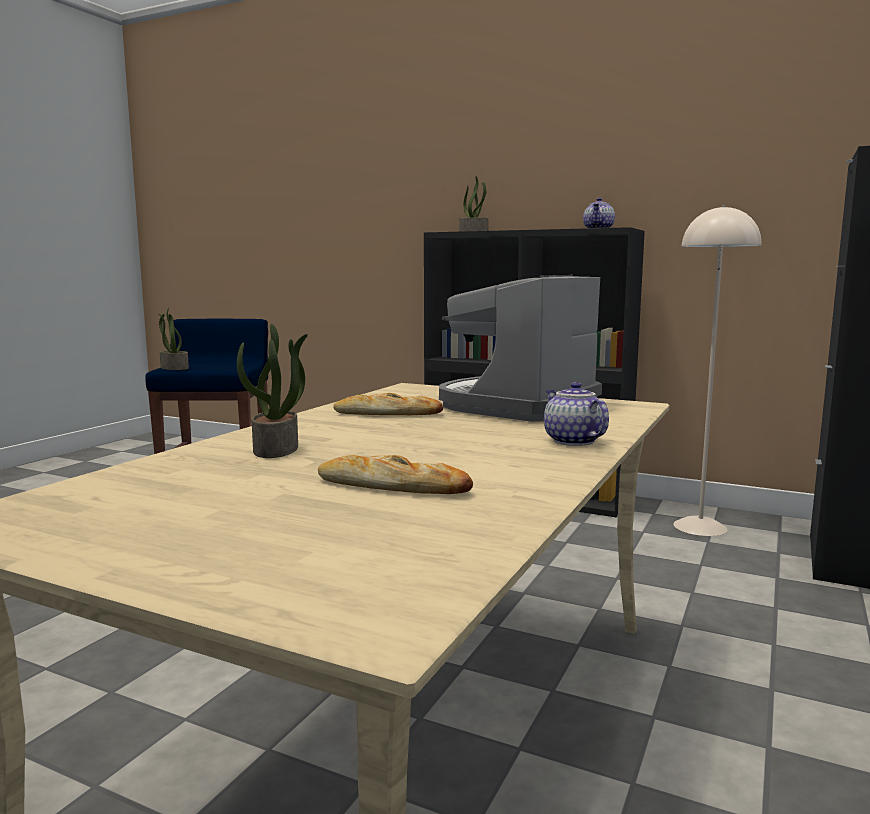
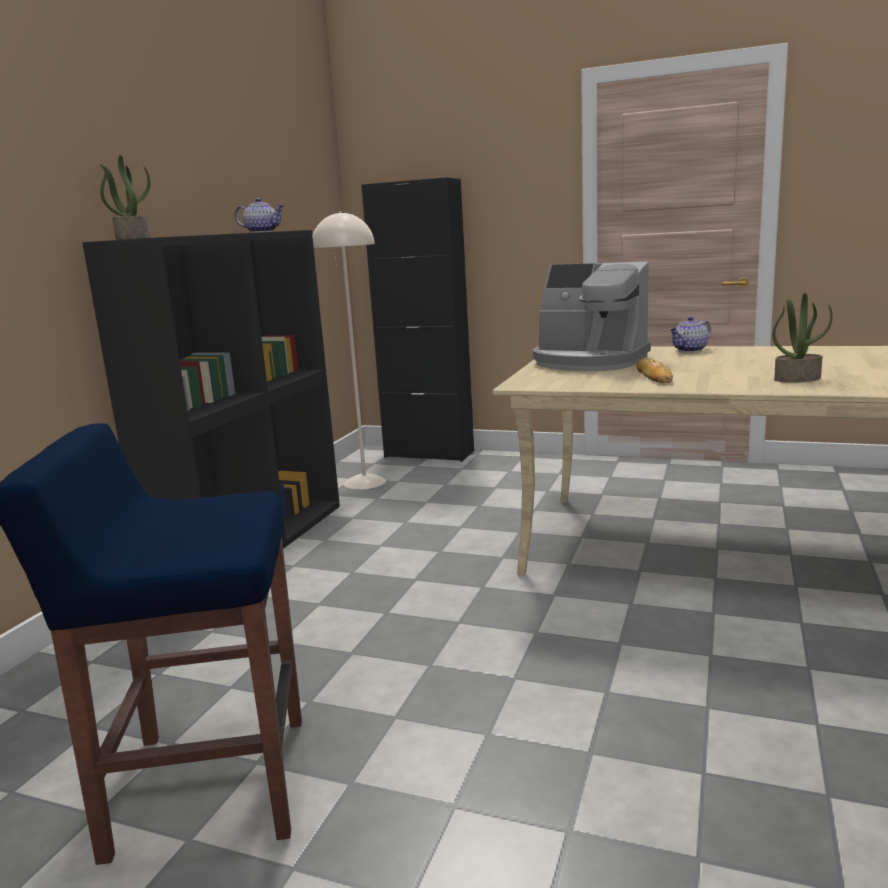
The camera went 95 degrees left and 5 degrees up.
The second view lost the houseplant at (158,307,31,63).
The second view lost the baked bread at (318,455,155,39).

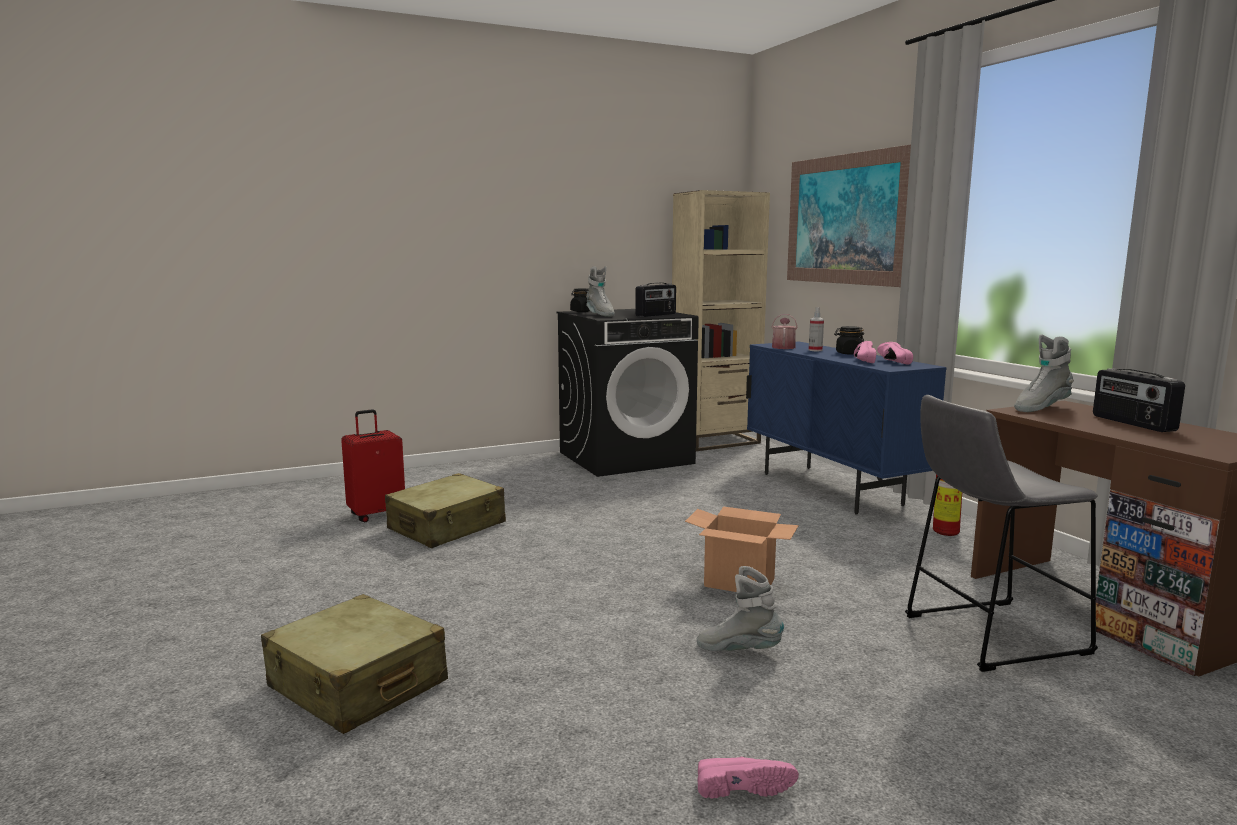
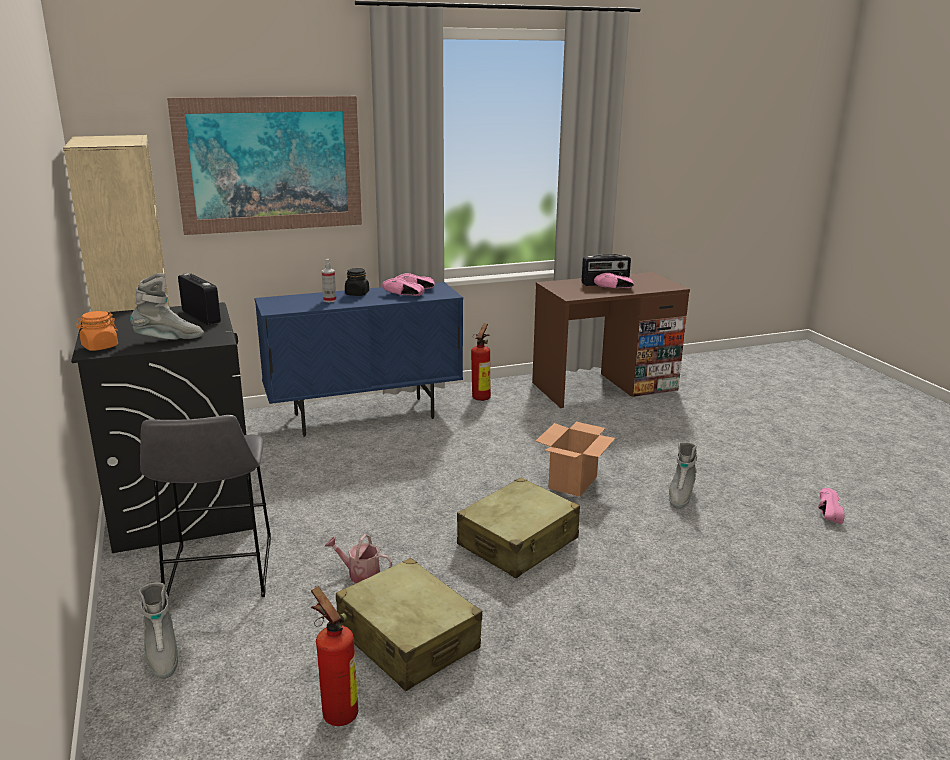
The camera went 85 degrees left and 10 degrees up.
What was the storage jar in black-coloured at (570,288,20,24) turned into the storage jar in orange-coloured at (75,311,43,40).
The watering pot ended up elsewhere, having gone from (772,314,26,35) to (325,534,67,49).
The tall boot in greyish ended up elsewhere, having gone from (1014,335,60,77) to (139,583,39,96).
The stool seat in greyish ended up elsewhere, having gone from (905,395,193,277) to (140,415,131,189).
Where the suitcase in red-coloured stood at (341,409,64,113), the extinguisher came to stand at (311,587,47,139).
The suitcase in beige ended up elsewhere, having gone from (261,594,187,140) to (457,477,123,101).
The second view gained the item of footwear in pink-coloured at (594,273,40,15).

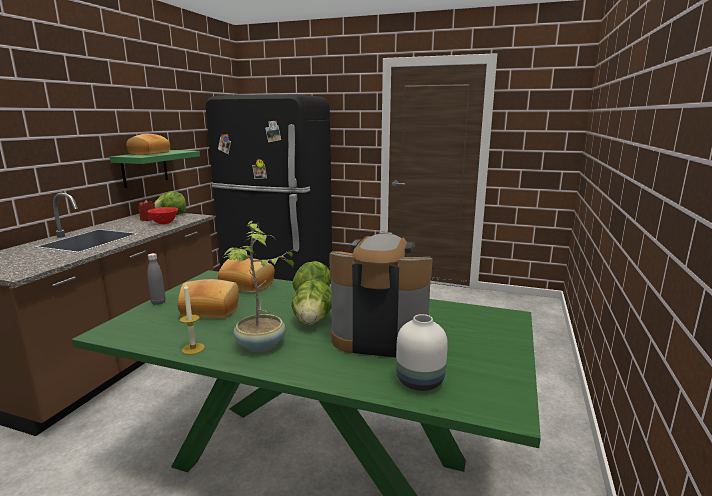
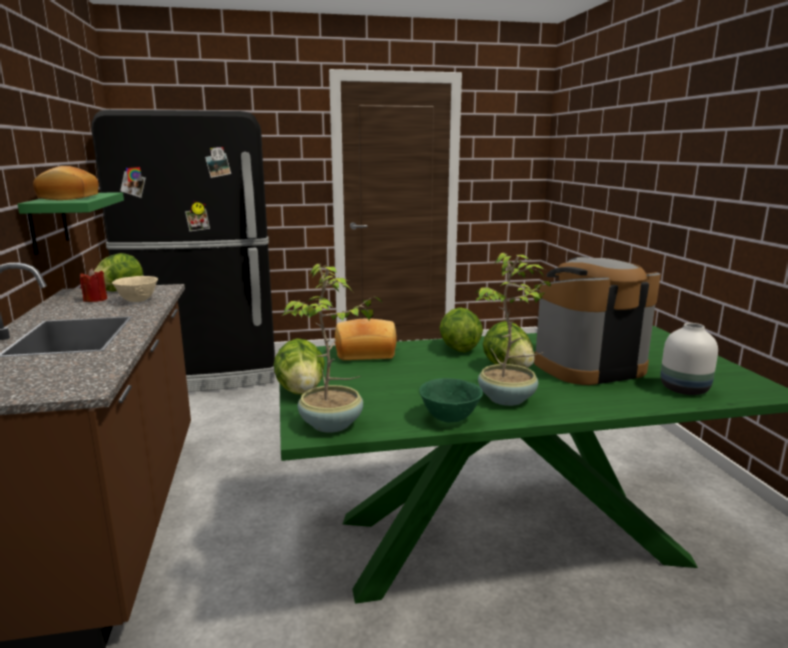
The camera went 30 degrees left and 0 degrees up.
What was the deep dish in red-coloured at (147,207,31,17) turned into the deep dish in beige at (112,276,46,26).
Where the bottle in greyish stood at (147,253,19,52), the lettuce head came to stand at (273,338,52,57).
The second view lost the baked bread at (178,279,61,39).
Where the candle stood at (180,282,25,73), the deep dish in green came to stand at (419,378,64,44).
The second view gained the houseplant at (283,264,99,169).

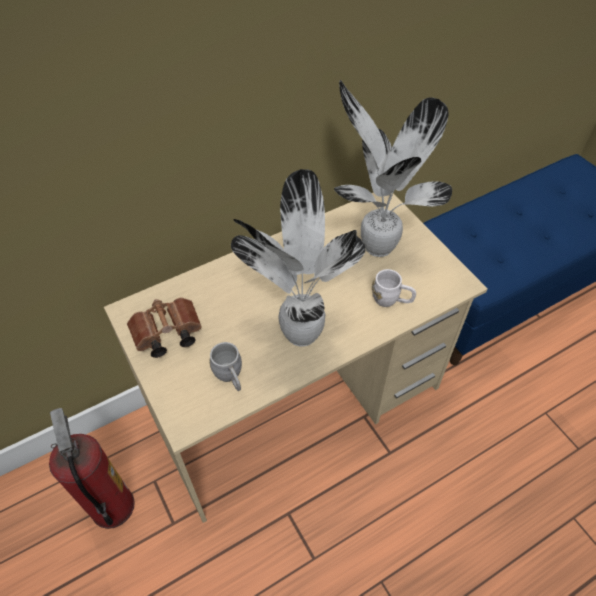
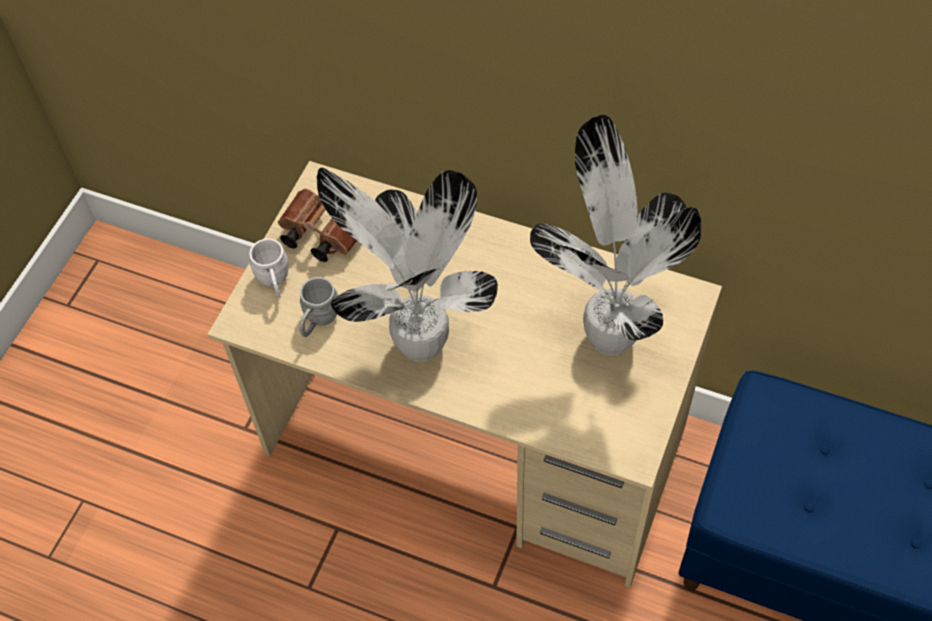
The camera went 55 degrees right and 5 degrees up.
The mug in white-coloured ended up elsewhere, having gone from (372,269,44,38) to (249,239,40,59).
The second view lost the extinguisher at (49,408,86,121).

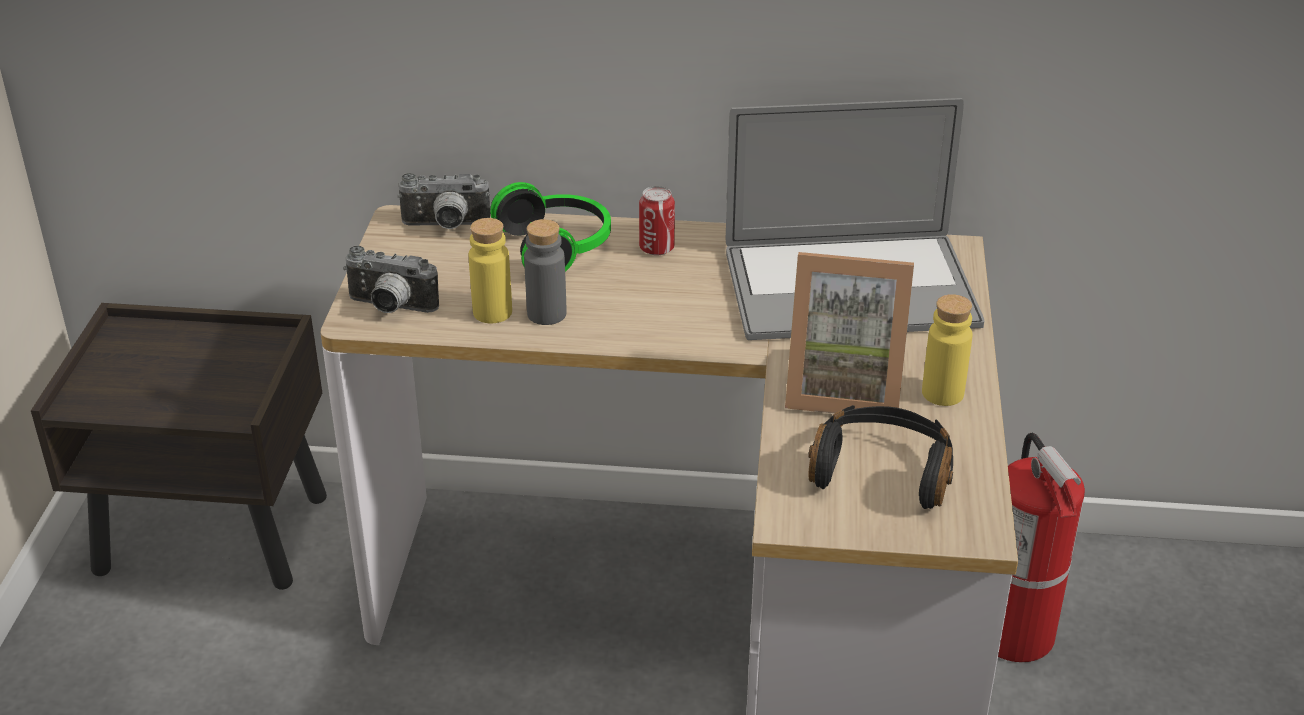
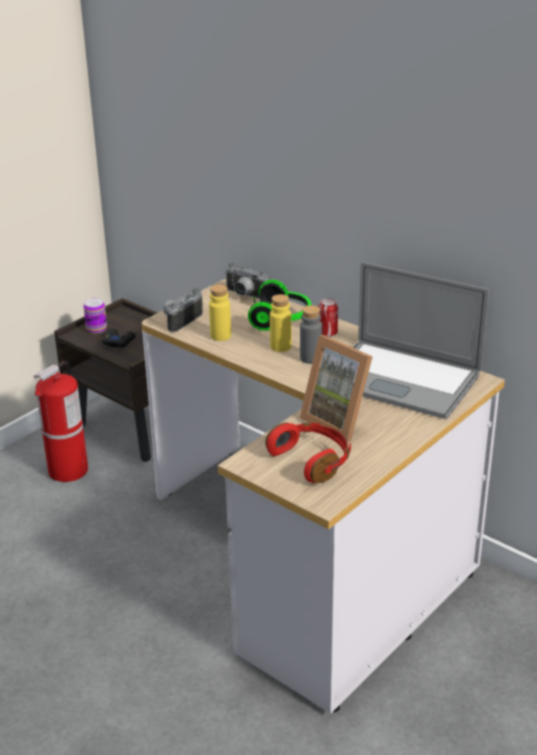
The camera went 35 degrees right and 5 degrees down.
The bottle in greyish ended up elsewhere, having gone from (524,219,43,106) to (300,305,22,59).
The still camera at (343,246,96,67) ended up facing another way, 75 degrees clockwise from before.
The bottle in yellow-coloured ended up elsewhere, having gone from (922,294,51,112) to (270,294,21,58).
What was the headphones in black-coloured at (808,405,145,104) turned into the headphones in red-coloured at (266,423,85,60).
The extinguisher ended up elsewhere, having gone from (998,433,87,229) to (34,361,54,121).
The second view gained the metal can at (84,298,23,35).
The second view gained the game controller in black-coloured at (102,329,34,19).

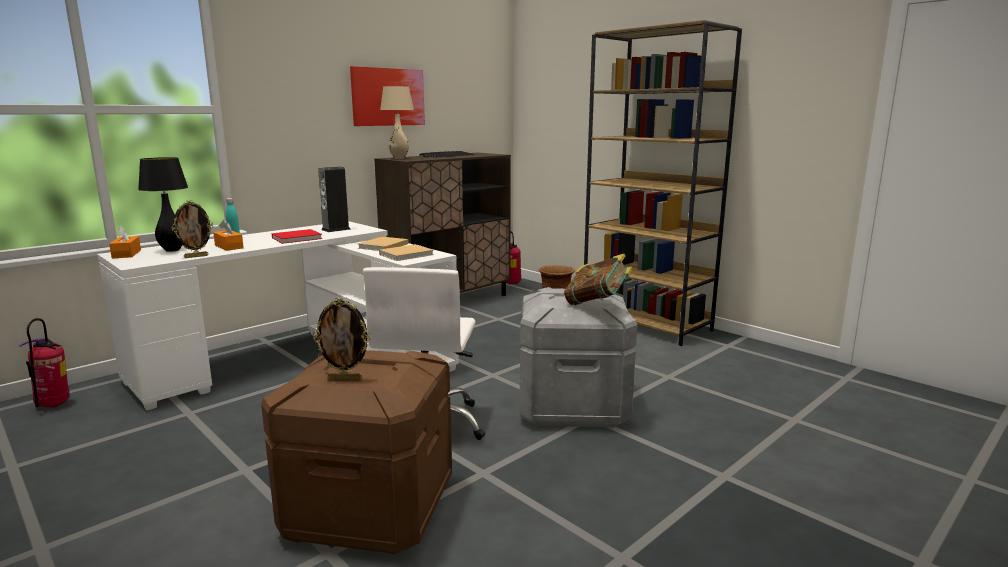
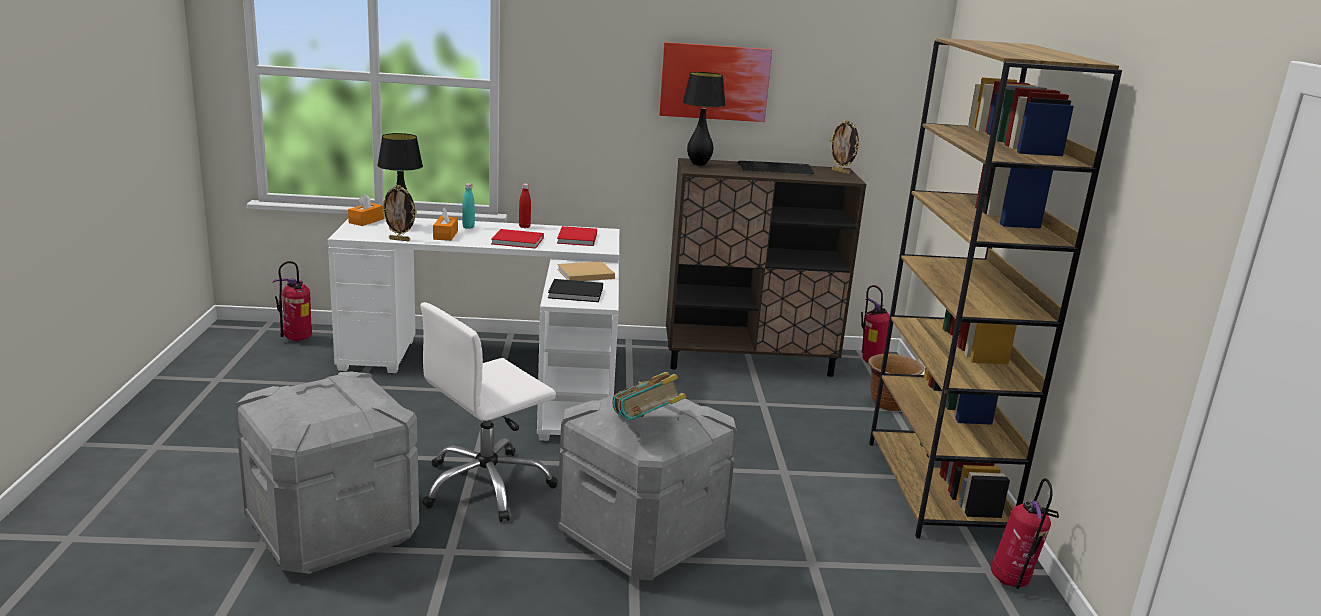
The camera went 40 degrees right and 5 degrees up.
What was the lamp for a table in beige at (380,86,34,73) turned into the lamp for a table in black-coloured at (683,72,43,94).
Where the speaker stood at (318,167,32,65), the bound book in red-coloured came to stand at (557,226,40,20).
What was the bound book in beige at (379,244,55,17) turned into the bound book in black-coloured at (548,279,55,23).
The picture frame ended up elsewhere, having gone from (313,298,58,82) to (829,119,31,55).
What was the storage bin in brown at (261,350,191,205) turned into the storage bin in greyish at (235,372,184,202).
The second view gained the bottle in red-coloured at (519,183,12,45).
The second view gained the extinguisher at (991,478,68,111).

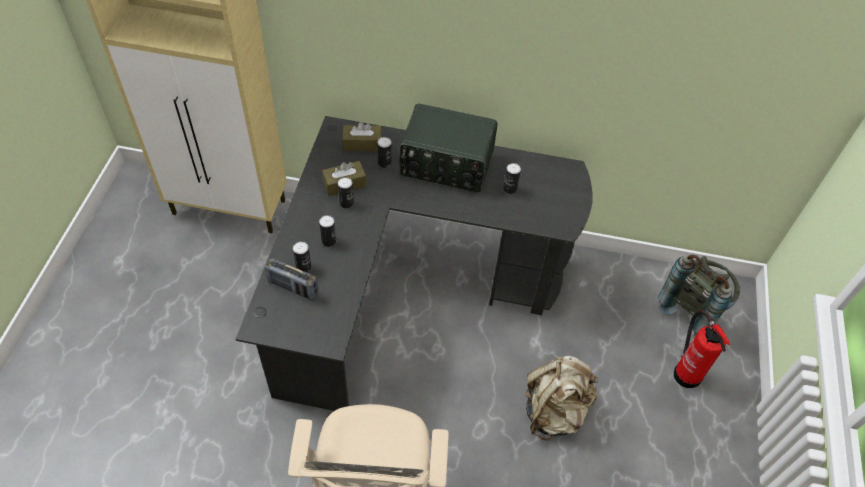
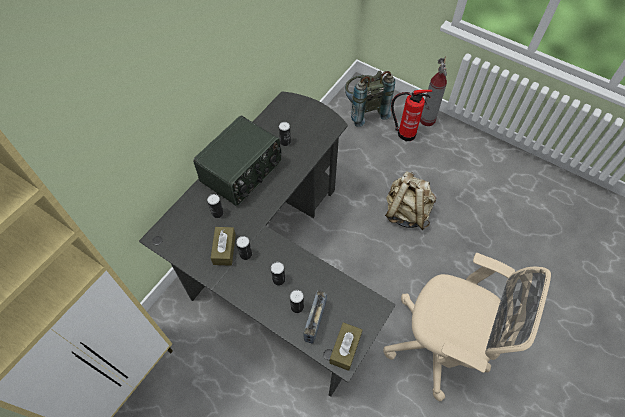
The camera went 65 degrees left and 5 degrees up.
The tissue box in brown ended up elsewhere, having gone from (342,122,40,29) to (329,322,33,49).
The radio set at (265,258,53,43) ended up facing another way, 150 degrees clockwise from before.
The second view gained the extinguisher at (420,56,27,70).

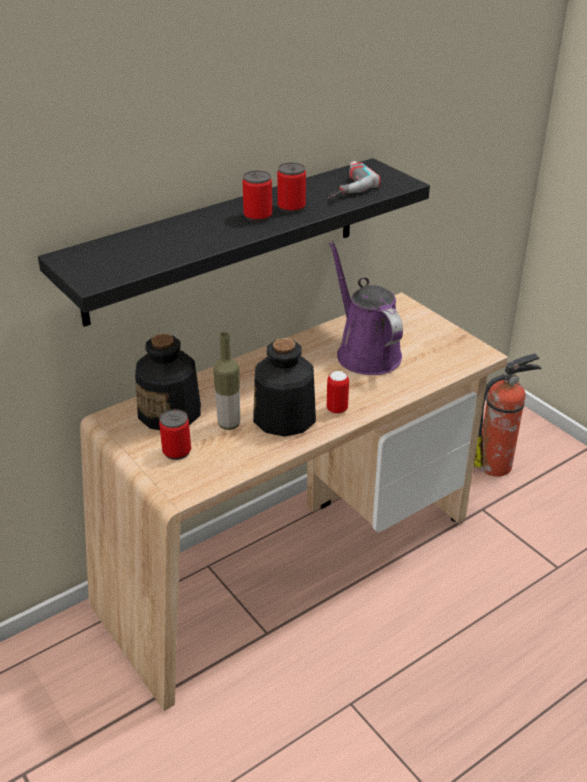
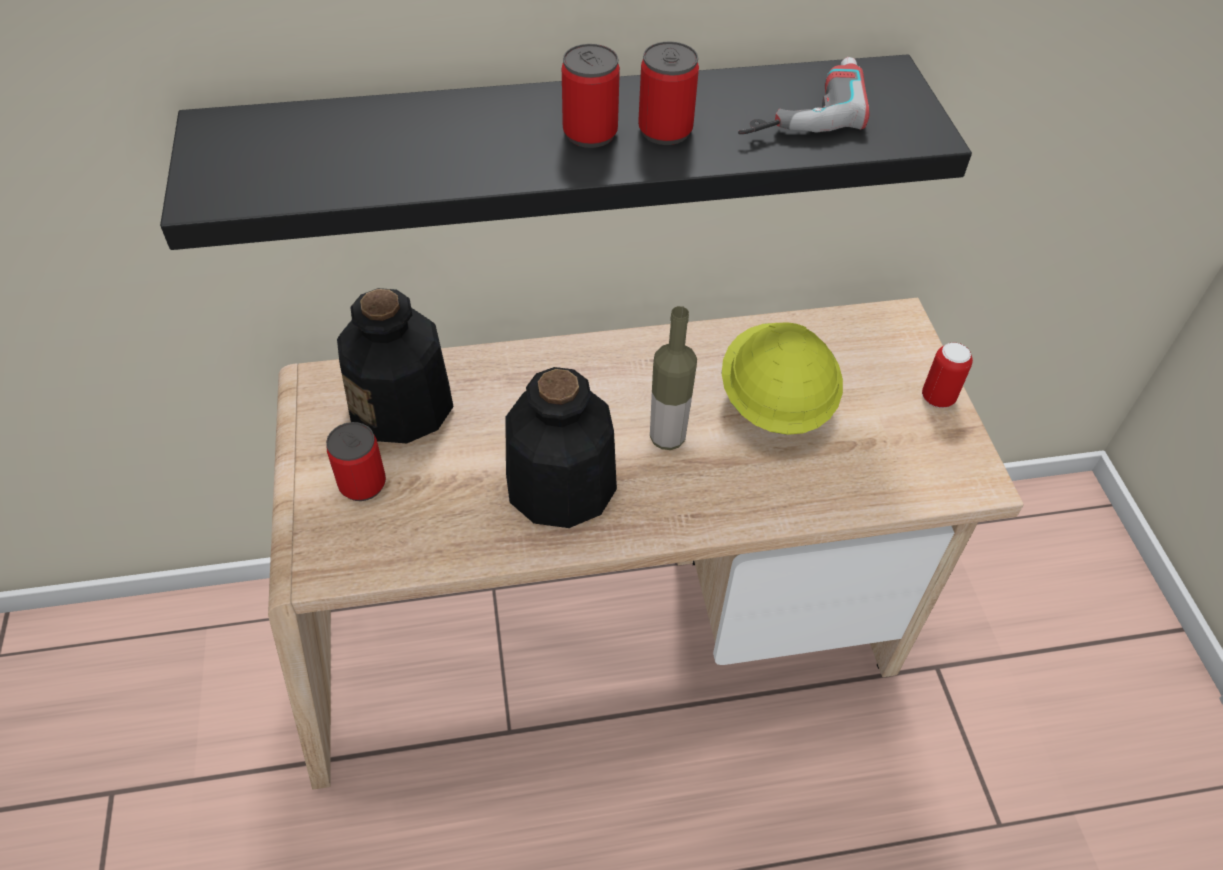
The camera went 25 degrees right and 15 degrees up.
Where the watering pot in purple-coloured stood at (329,241,74,134), the work helmet in yellow-coloured came to stand at (722,322,121,113).
The bottle ended up elsewhere, having gone from (213,332,27,98) to (650,306,47,144).
The second view lost the extinguisher at (474,353,68,124).
The metal can ended up elsewhere, having gone from (327,371,22,43) to (922,343,51,65).

